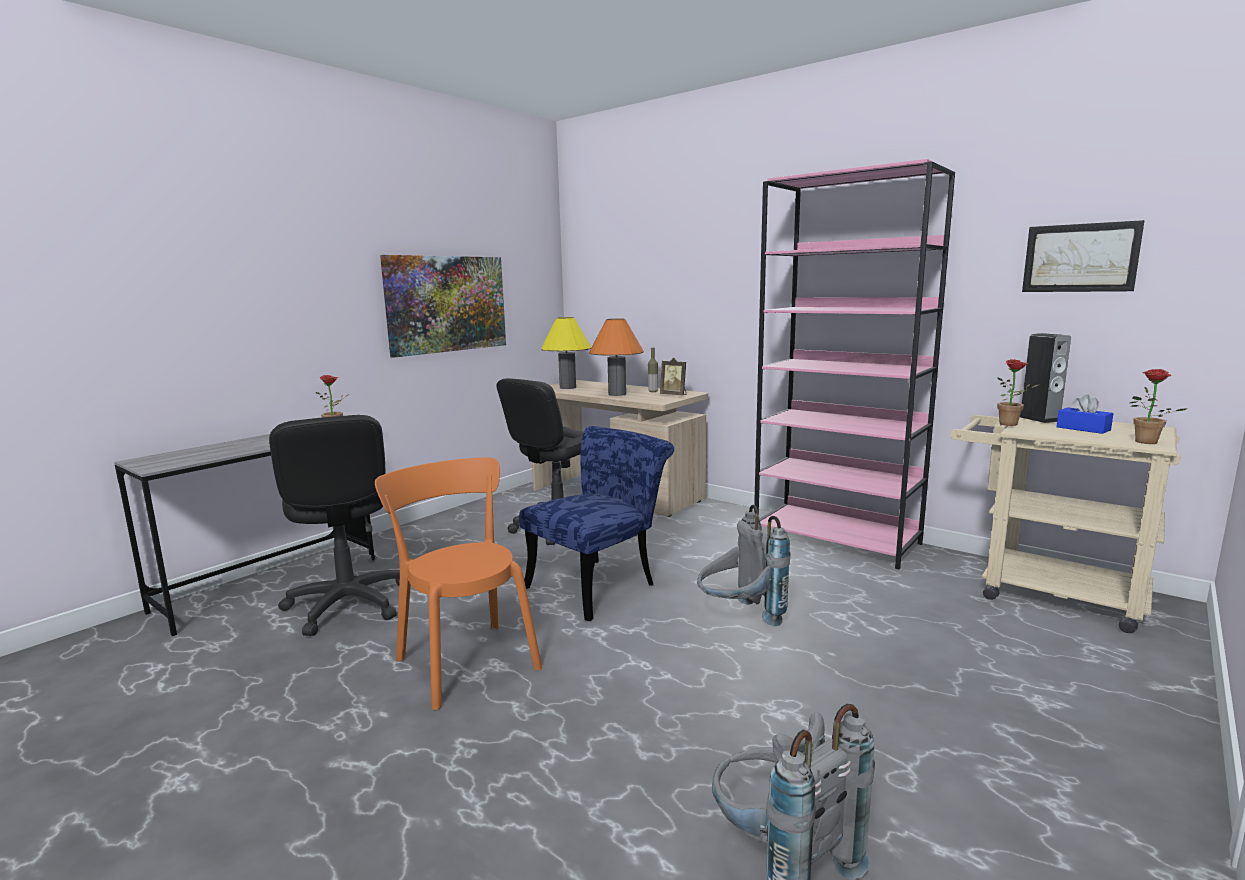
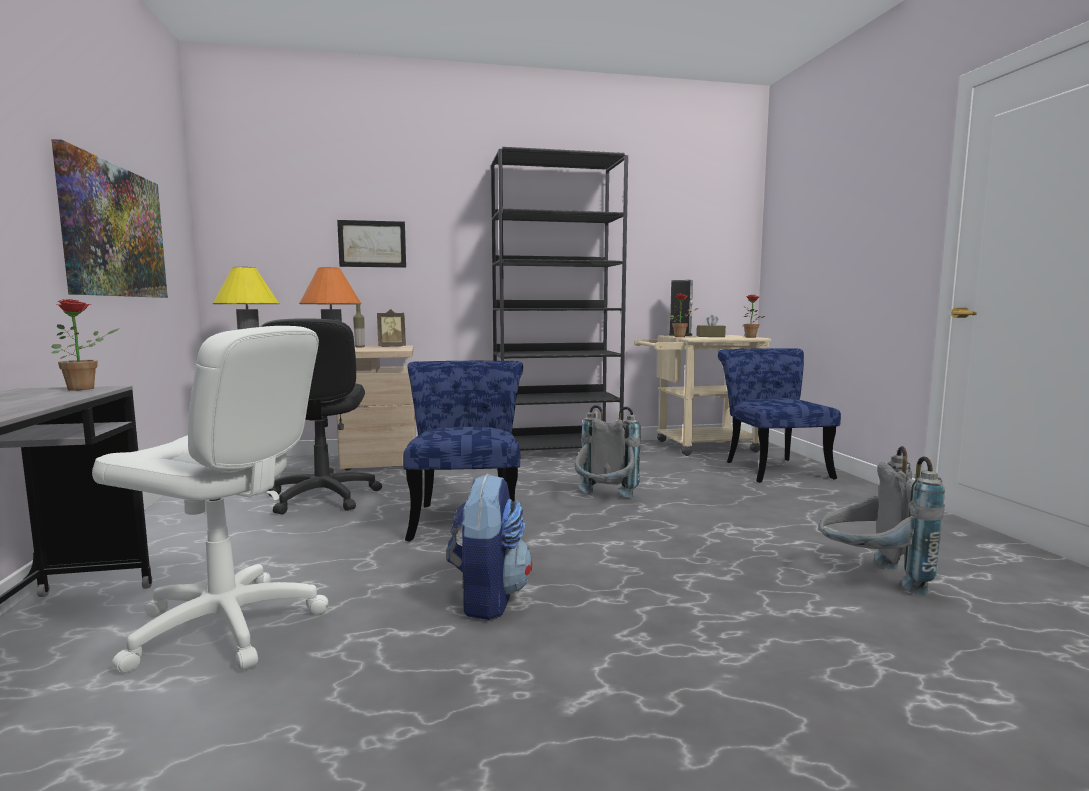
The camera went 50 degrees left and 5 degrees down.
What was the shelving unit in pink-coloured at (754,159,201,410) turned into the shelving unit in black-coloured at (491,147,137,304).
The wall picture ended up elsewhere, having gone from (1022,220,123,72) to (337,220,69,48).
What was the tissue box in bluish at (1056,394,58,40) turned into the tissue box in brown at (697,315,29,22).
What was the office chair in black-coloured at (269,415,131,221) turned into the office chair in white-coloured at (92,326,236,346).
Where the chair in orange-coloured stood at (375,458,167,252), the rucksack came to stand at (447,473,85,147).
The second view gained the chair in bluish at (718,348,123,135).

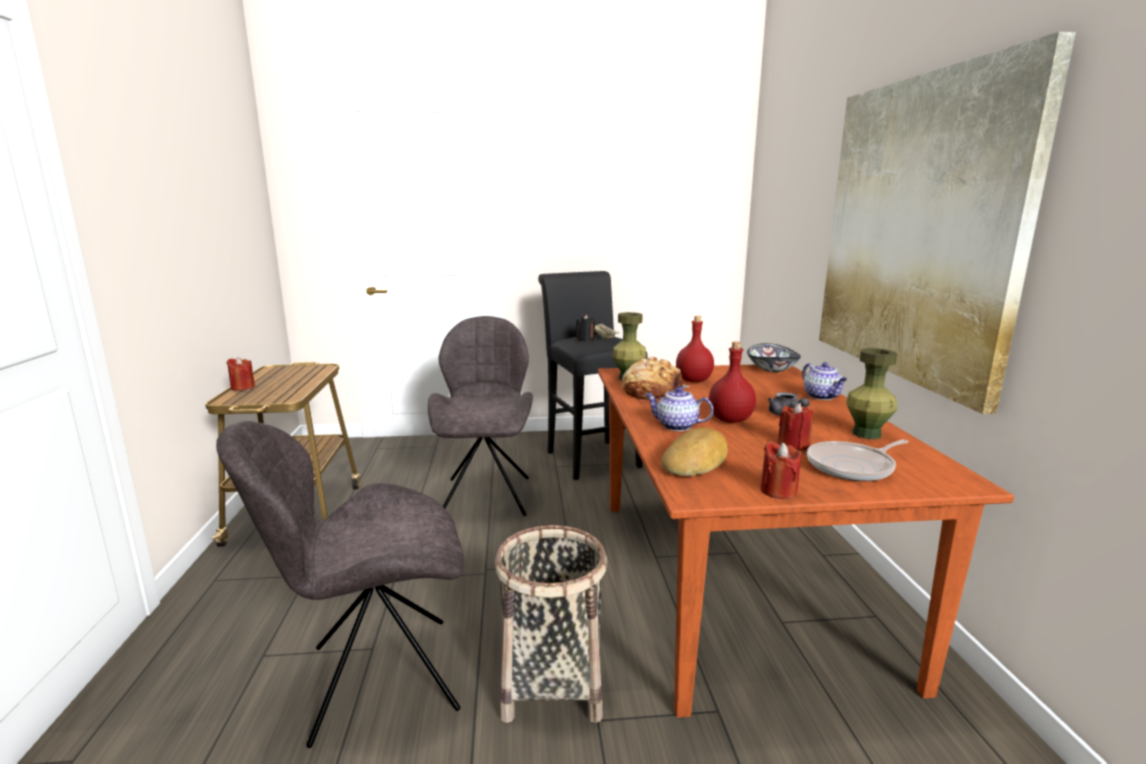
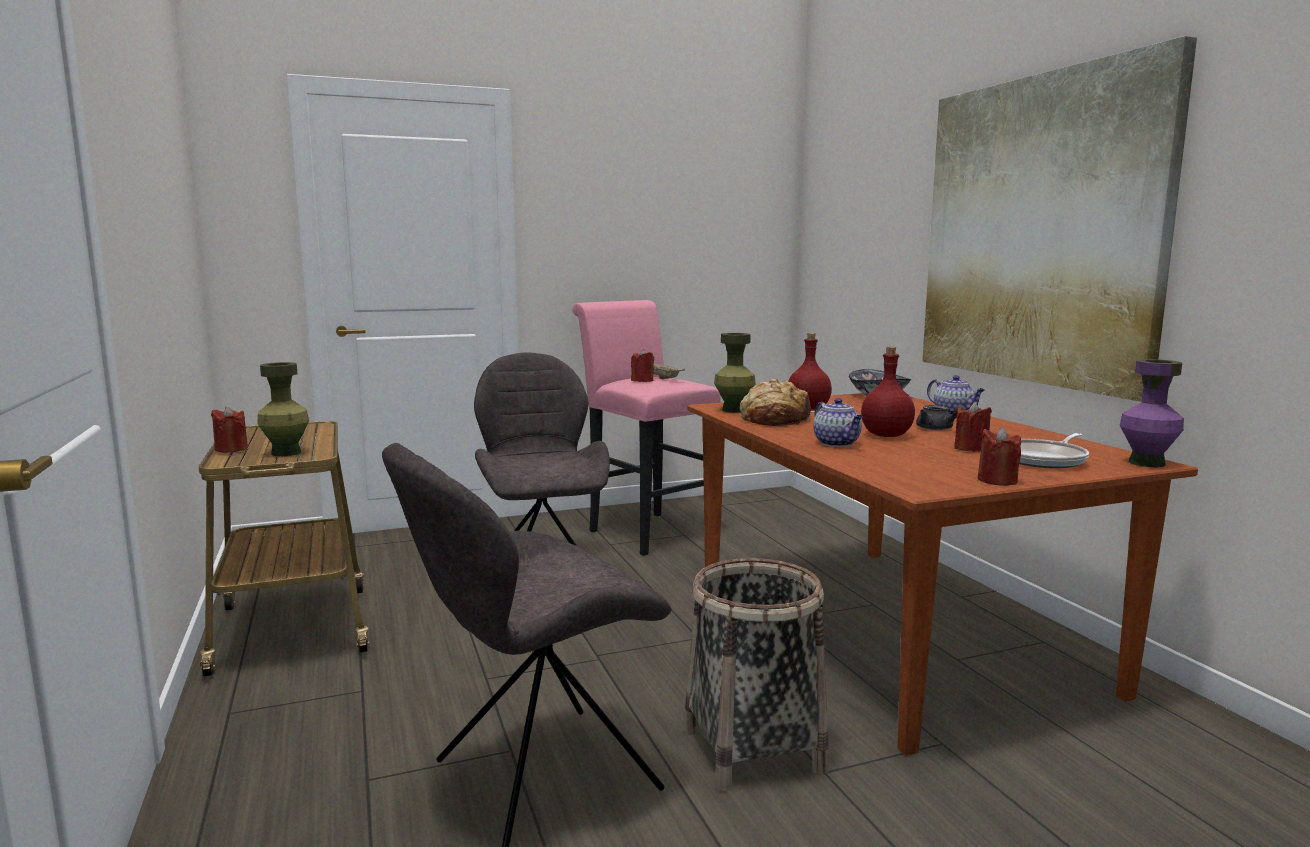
The camera went 15 degrees left and 5 degrees down.
What was the stool seat in black-coloured at (538,271,110,209) turned into the stool seat in pink-coloured at (572,300,149,256).
What was the candle in black-coloured at (576,315,19,27) turned into the candle in red-coloured at (631,349,23,33).
The flower vase in green ended up elsewhere, having gone from (846,348,51,91) to (257,362,52,94).
The tea pot at (645,387,68,44) ended up facing another way, 120 degrees counterclockwise from before.
The second view lost the baked bread at (661,427,67,49).
The second view gained the flower vase in purple-coloured at (1120,359,64,108).

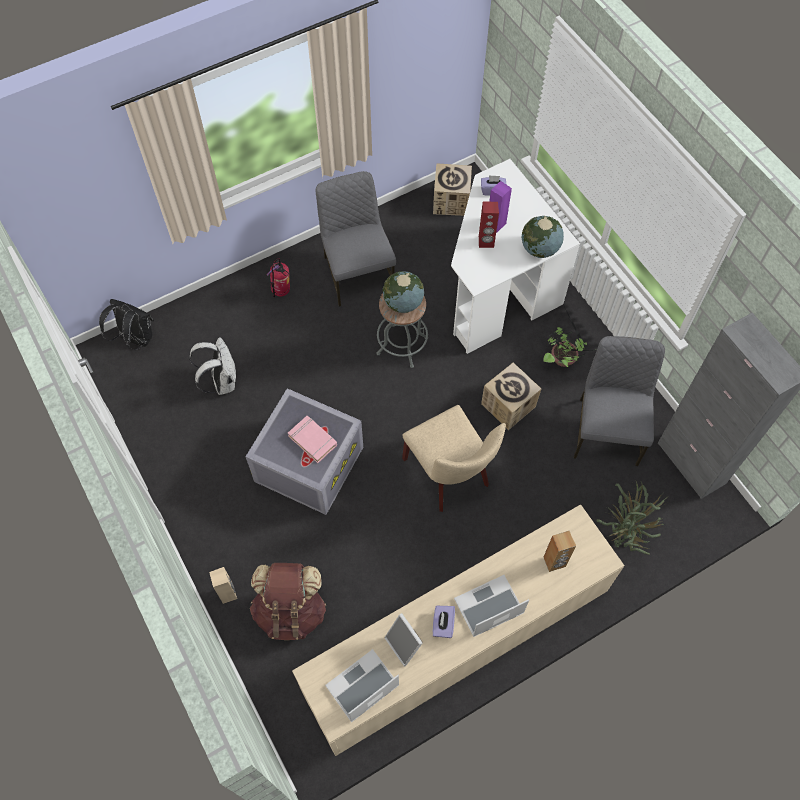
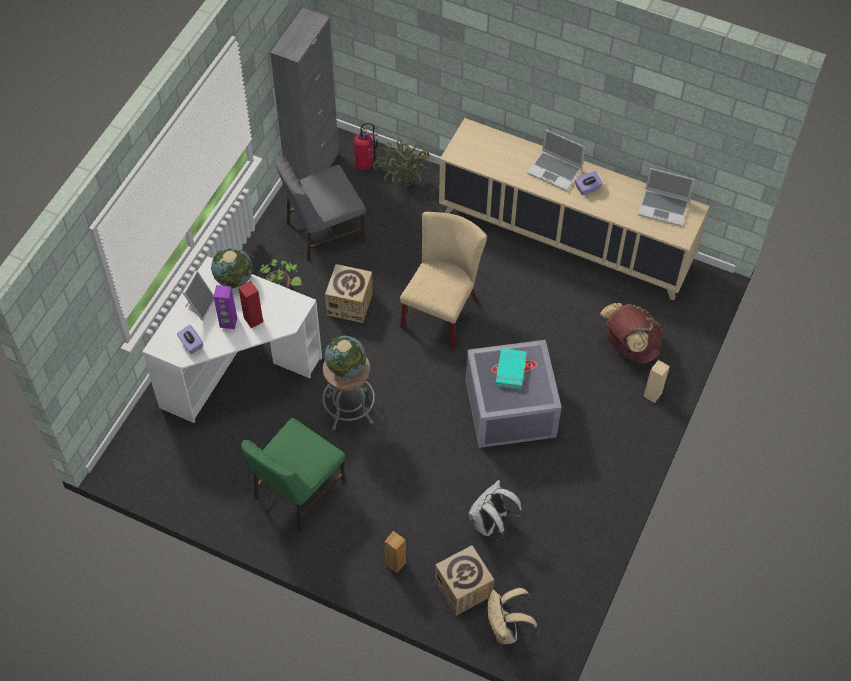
The camera went 125 degrees left and 5 degrees down.
The carton ended up elsewhere, having gone from (433,163,39,53) to (435,545,59,71).
What was the chair in greyish at (315,171,81,136) turned into the chair in green at (241,418,104,113).
The extinguisher ended up elsewhere, having gone from (267,258,23,39) to (354,123,24,47).
What was the rucksack in black-coloured at (99,299,55,51) turned into the rucksack in beige at (488,587,50,57).
What was the bound book in pink-coloured at (288,416,49,47) turned into the bound book in turquoise at (495,348,32,41).
The speaker in brown ended up elsewhere, having gone from (544,531,32,41) to (385,531,21,42).
The picture frame ended up elsewhere, having gone from (384,613,38,54) to (182,271,32,49).

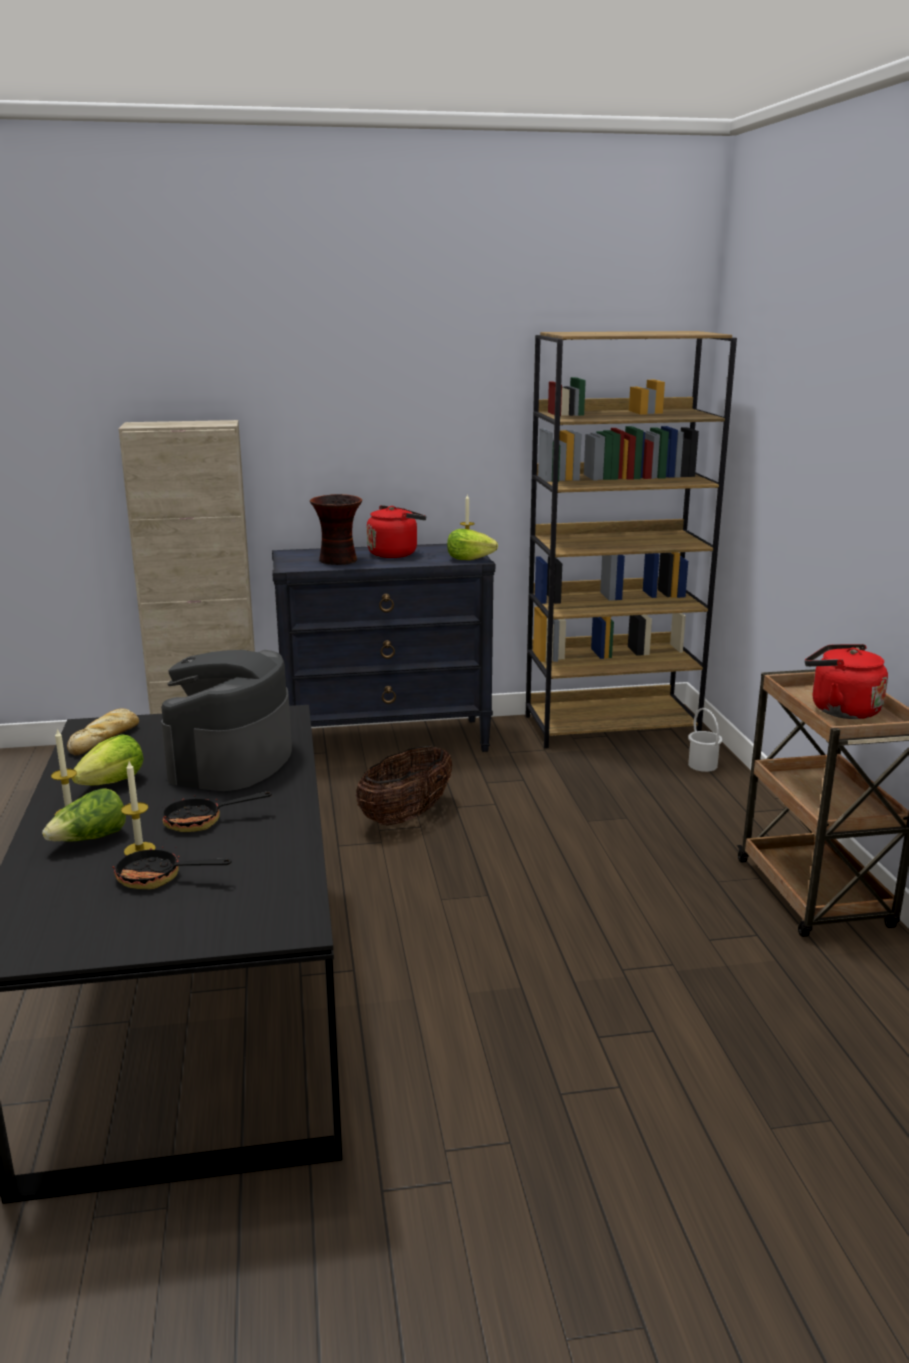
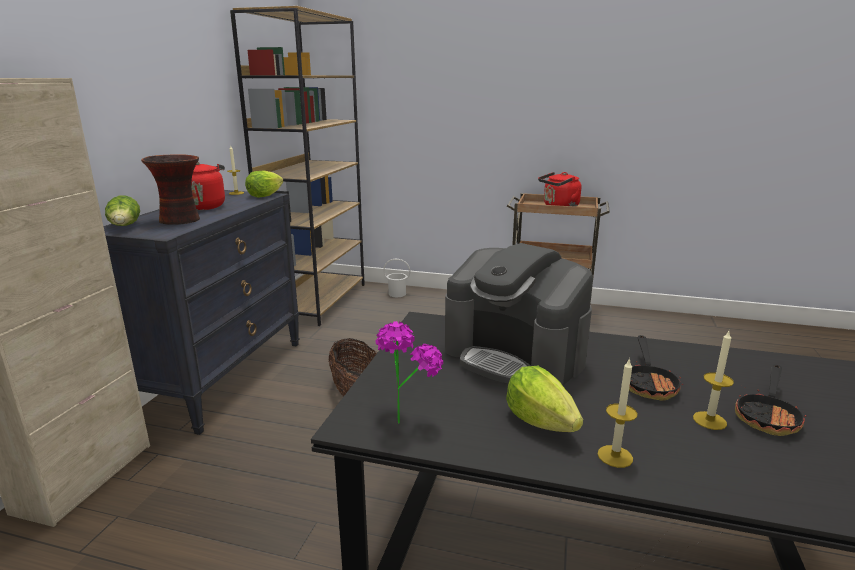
The camera went 65 degrees left and 0 degrees up.
Where the baked bread stood at (67,708,72,48), the houseplant came to stand at (376,321,67,103).
The lettuce head ended up elsewhere, having gone from (42,788,84,54) to (105,195,35,31).

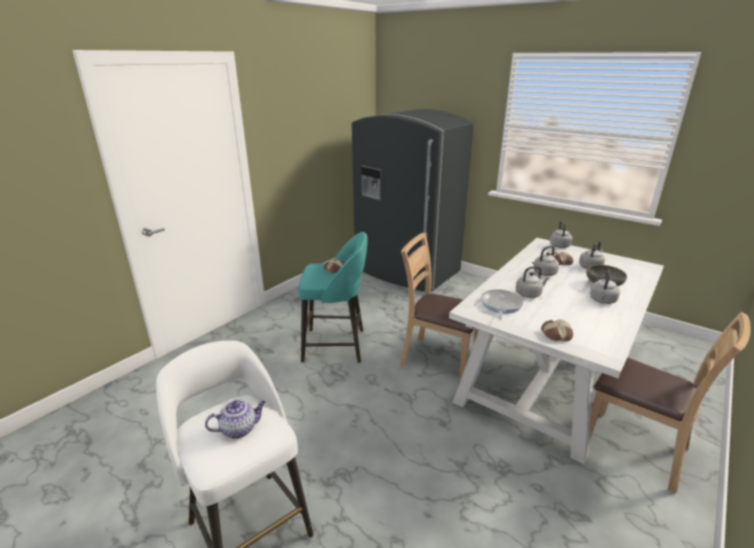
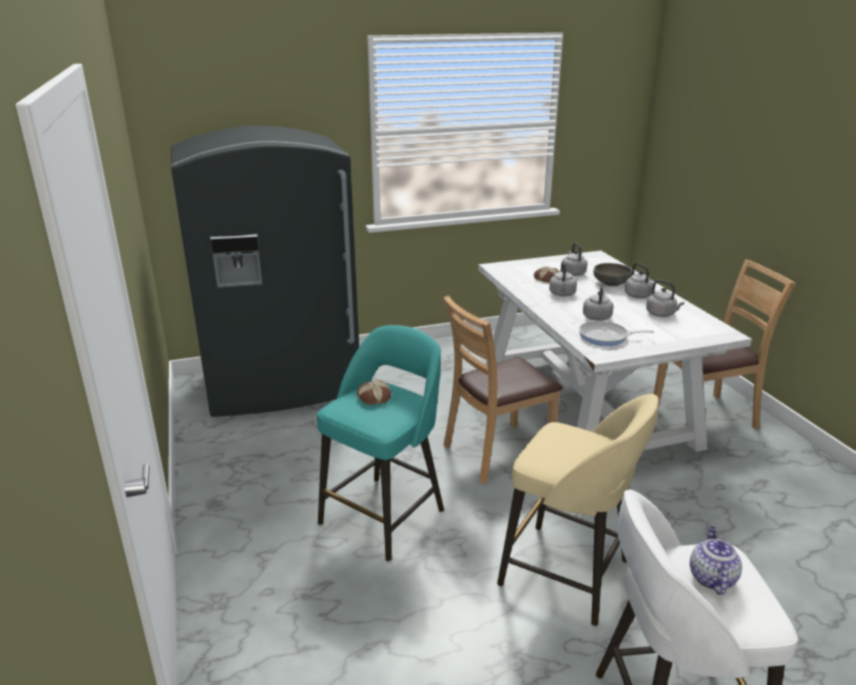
The camera went 55 degrees left and 0 degrees up.
The water kettle in greyish ended up elsewhere, having gone from (550,221,22,27) to (646,280,39,37).
The frying pan at (481,289,43,31) ended up facing another way, 45 degrees counterclockwise from before.
The second view lost the baked bread at (541,319,32,22).
The second view gained the stool seat in beige at (497,394,162,232).

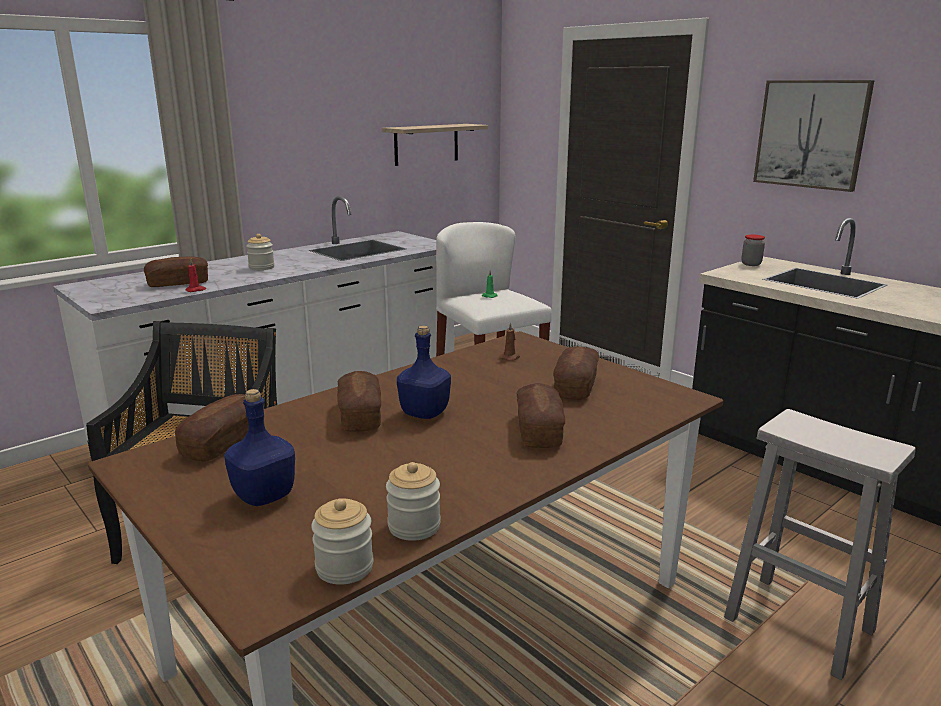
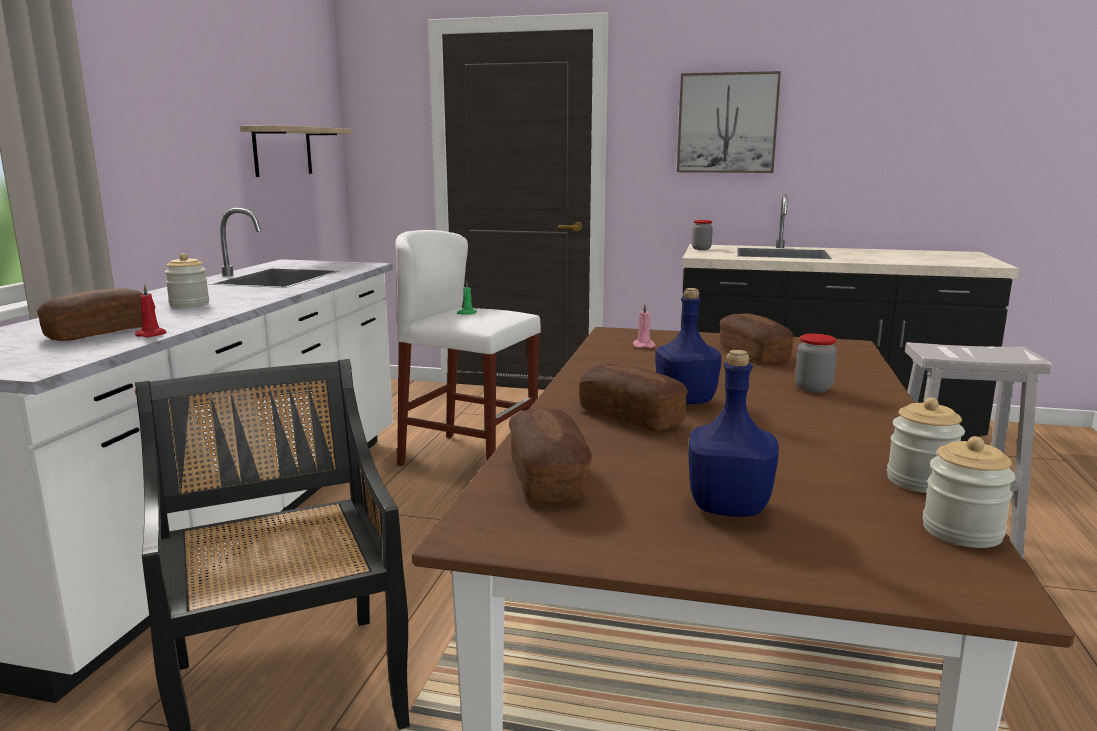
The camera went 35 degrees left and 5 degrees down.
What was the candle in brown at (499,322,21,39) turned into the candle in pink-coloured at (633,304,23,44).
Where the baked bread stood at (516,383,49,65), the storage jar came to stand at (795,334,42,59).

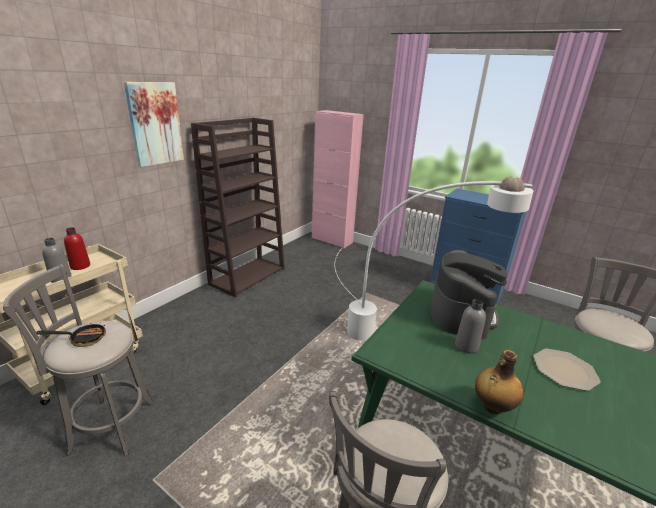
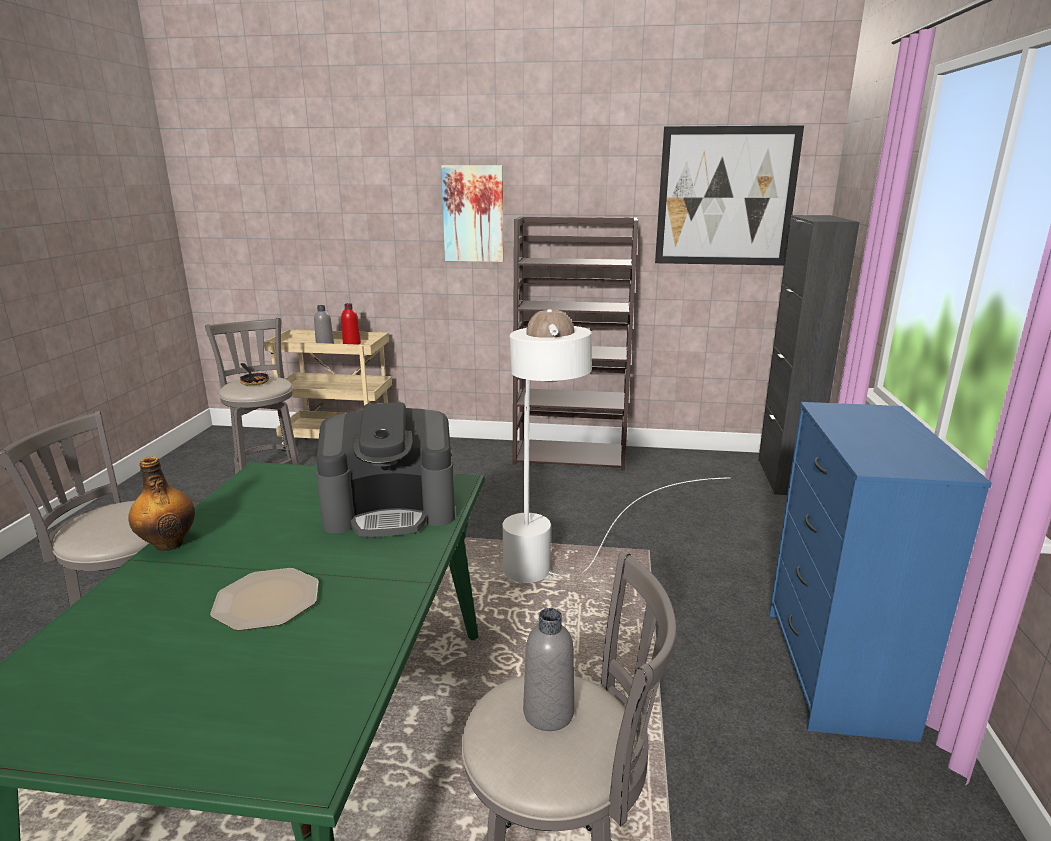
The camera went 65 degrees right and 5 degrees down.
What was the cabinet in pink-coloured at (312,110,52,138) turned into the cabinet in black-coloured at (758,215,102,280).
The bottle in greyish ended up elsewhere, having gone from (455,299,31,55) to (523,608,51,123).
The second view gained the wall picture at (655,126,149,140).

